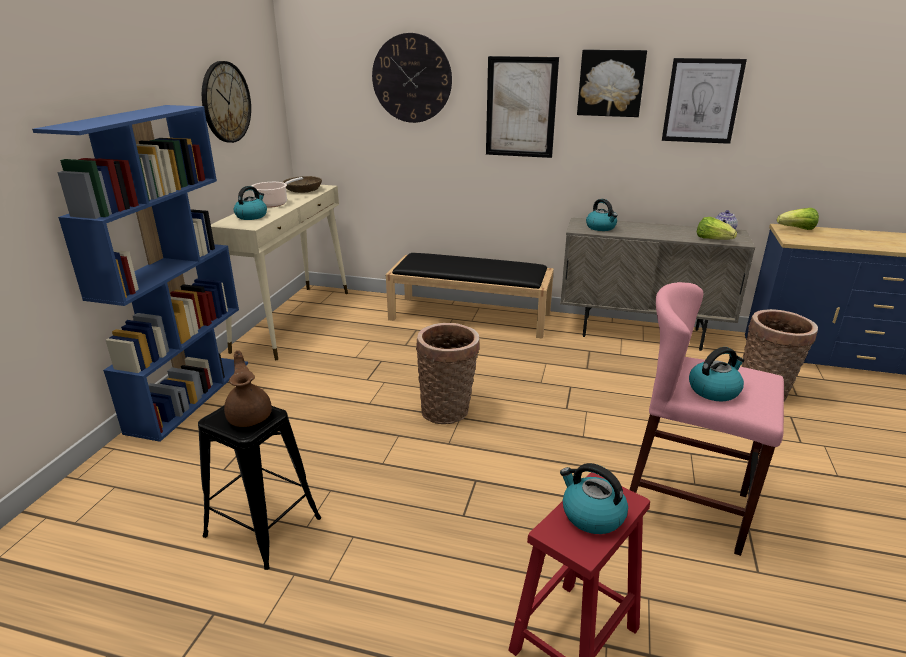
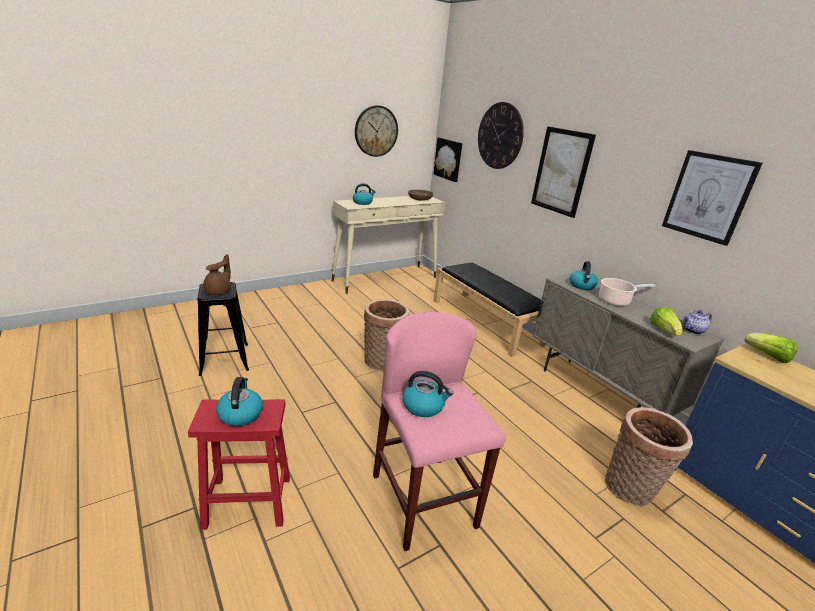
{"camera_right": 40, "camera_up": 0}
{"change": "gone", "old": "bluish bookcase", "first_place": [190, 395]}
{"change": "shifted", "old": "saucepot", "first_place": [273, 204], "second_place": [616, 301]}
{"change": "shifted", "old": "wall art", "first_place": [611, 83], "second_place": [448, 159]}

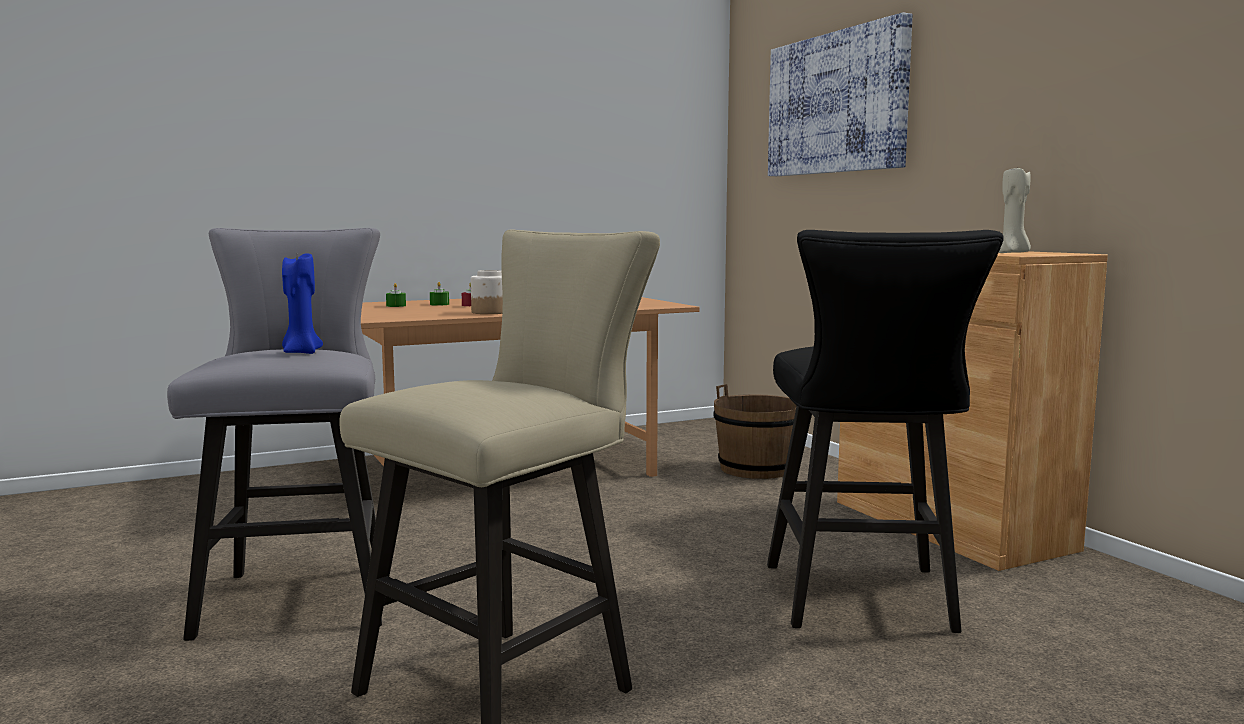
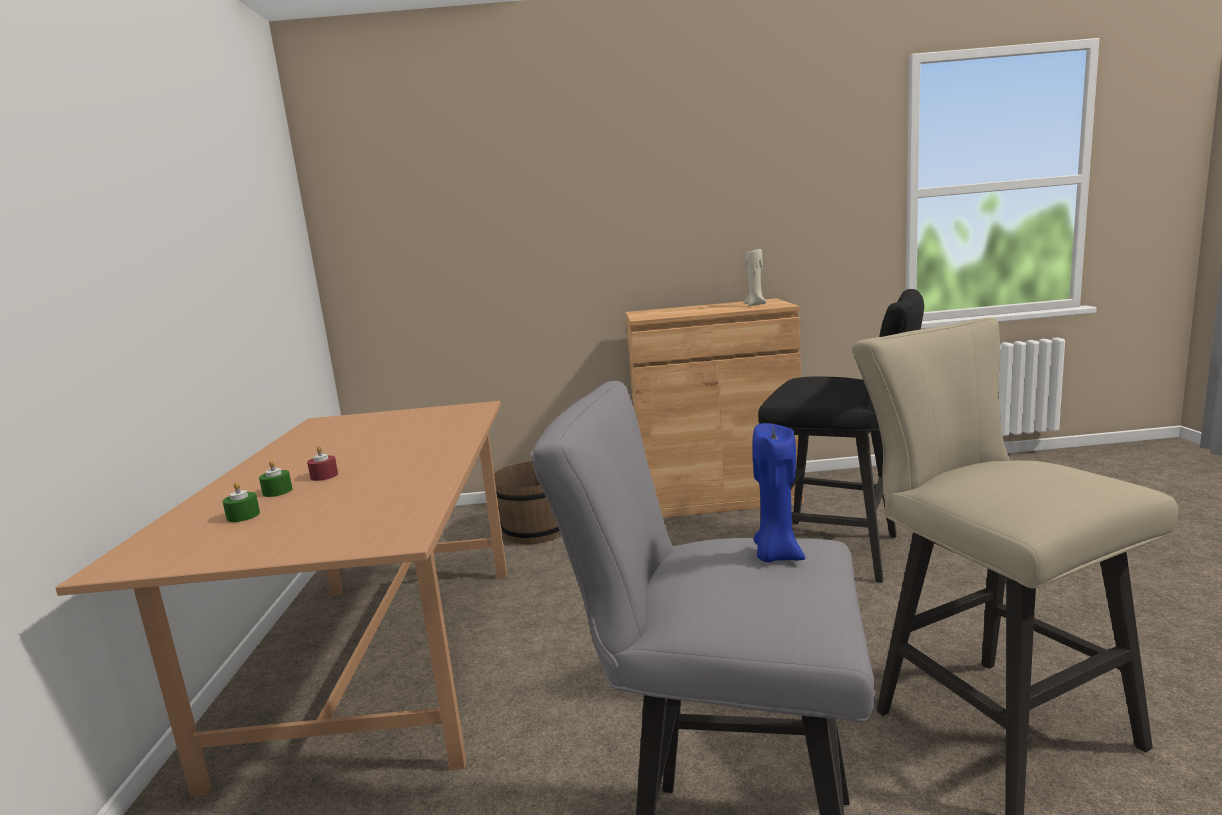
{"camera_right": -65, "camera_up": 5}
{"change": "gone", "old": "jar", "first_place": [490, 312]}
{"change": "gone", "old": "wall art", "first_place": [838, 103]}

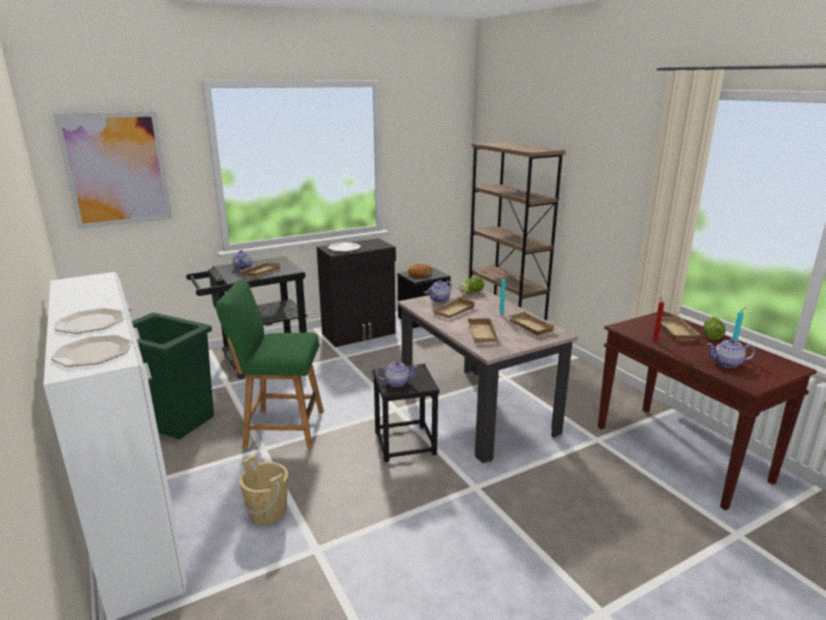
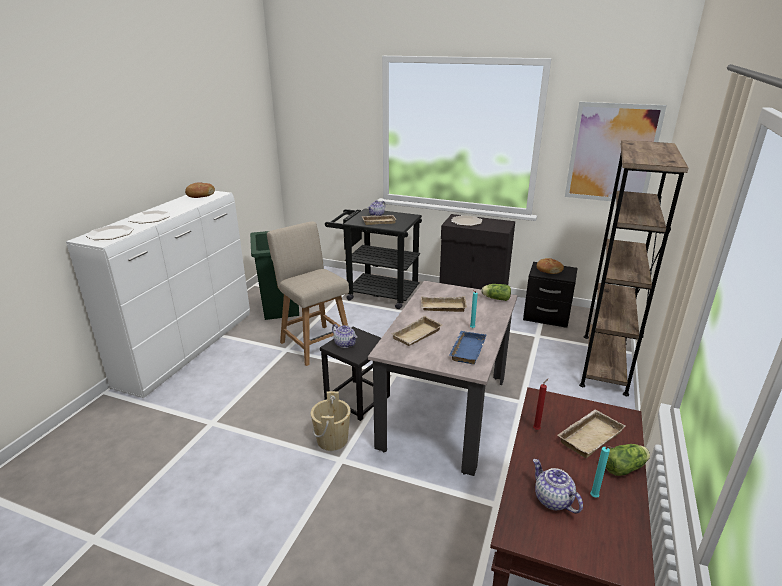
{"camera_right": 50, "camera_up": 5}
{"change": "shifted", "old": "wall art", "first_place": [116, 169], "second_place": [612, 153]}
{"change": "repainted", "old": "green-coloured upright chair", "new": "sand-coloured upright chair", "first_place": [280, 428], "second_place": [314, 343]}
{"change": "shifted", "old": "sand-coloured pail", "first_place": [268, 512], "second_place": [332, 440]}
{"change": "gone", "old": "pot for tea", "first_place": [439, 299]}
{"change": "repainted", "old": "sand-coloured serving tray", "new": "bluish serving tray", "first_place": [528, 326], "second_place": [466, 350]}
{"change": "new", "new": "baked bread", "second_place": [200, 195]}

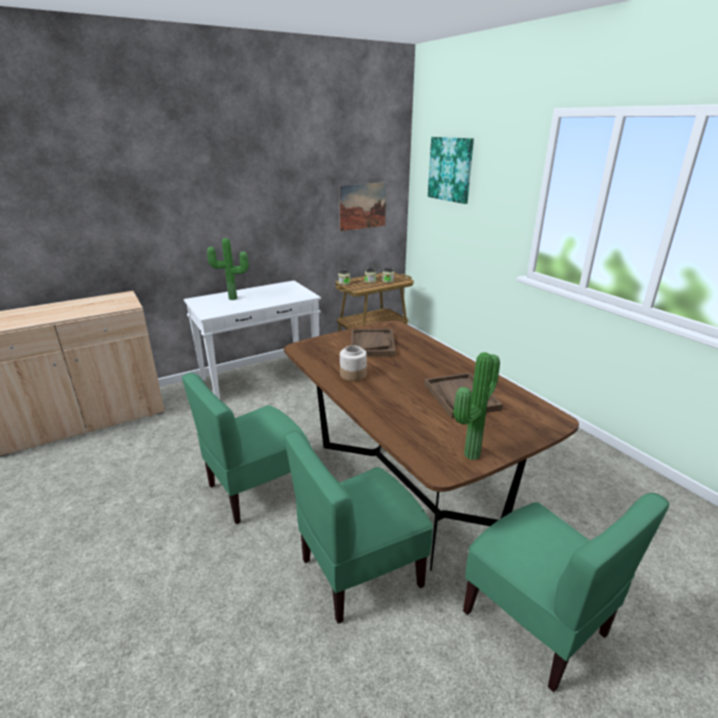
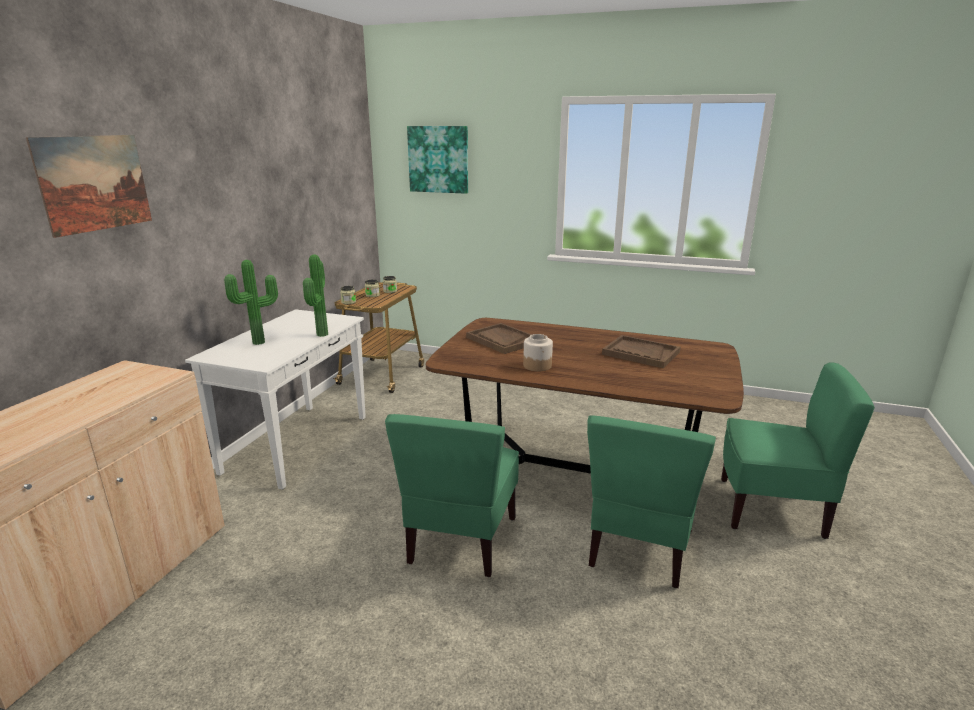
{"camera_right": -40, "camera_up": -5}
{"change": "shifted", "old": "wall art", "first_place": [362, 206], "second_place": [94, 183]}
{"change": "shifted", "old": "plant in a pot", "first_place": [468, 453], "second_place": [320, 334]}

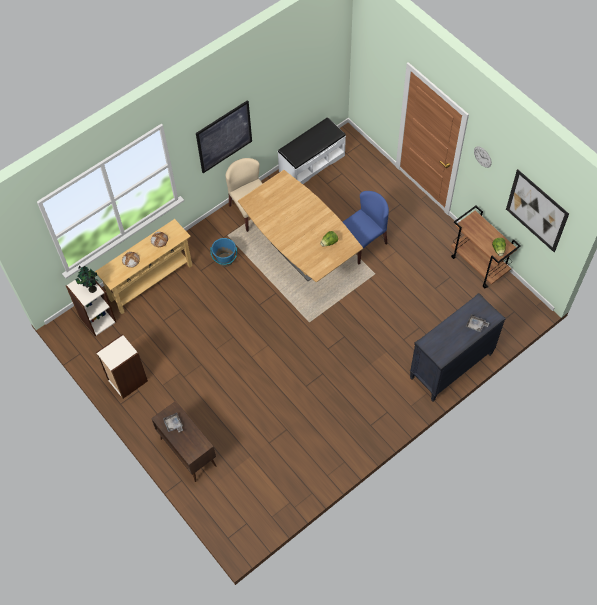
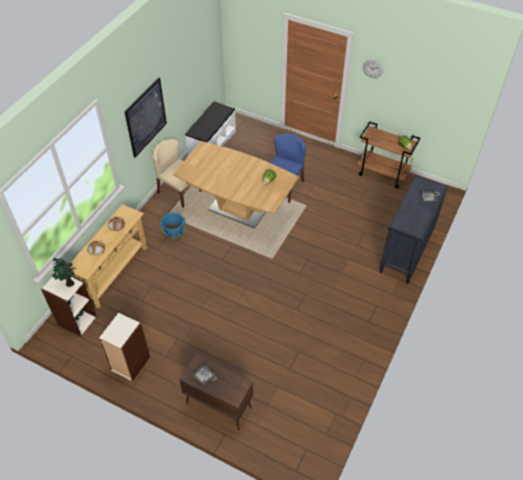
{"camera_right": -25, "camera_up": -10}
{"change": "gone", "old": "wall art", "first_place": [536, 211]}

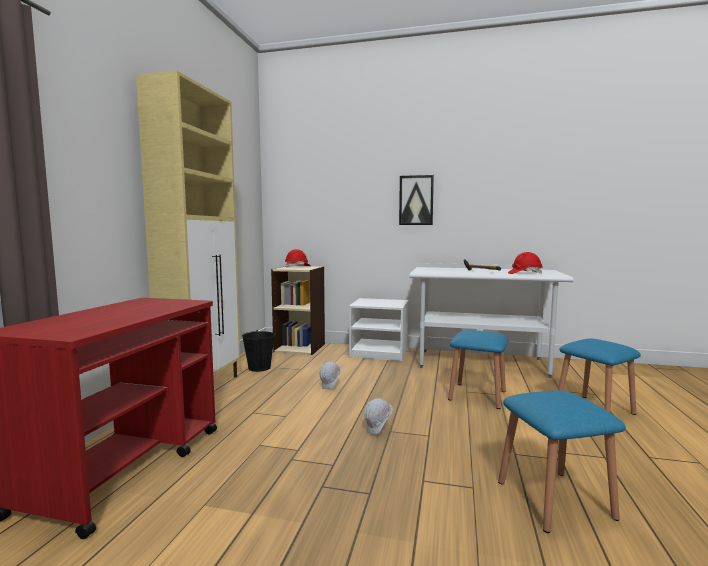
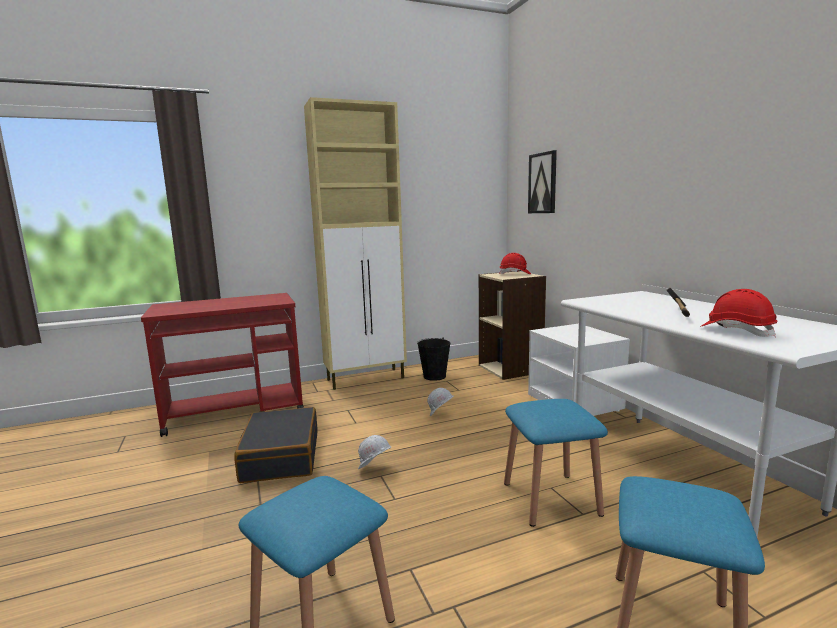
{"camera_right": 55, "camera_up": 5}
{"change": "shifted", "old": "wall art", "first_place": [416, 200], "second_place": [543, 183]}
{"change": "new", "new": "blackish suitcase", "second_place": [280, 456]}

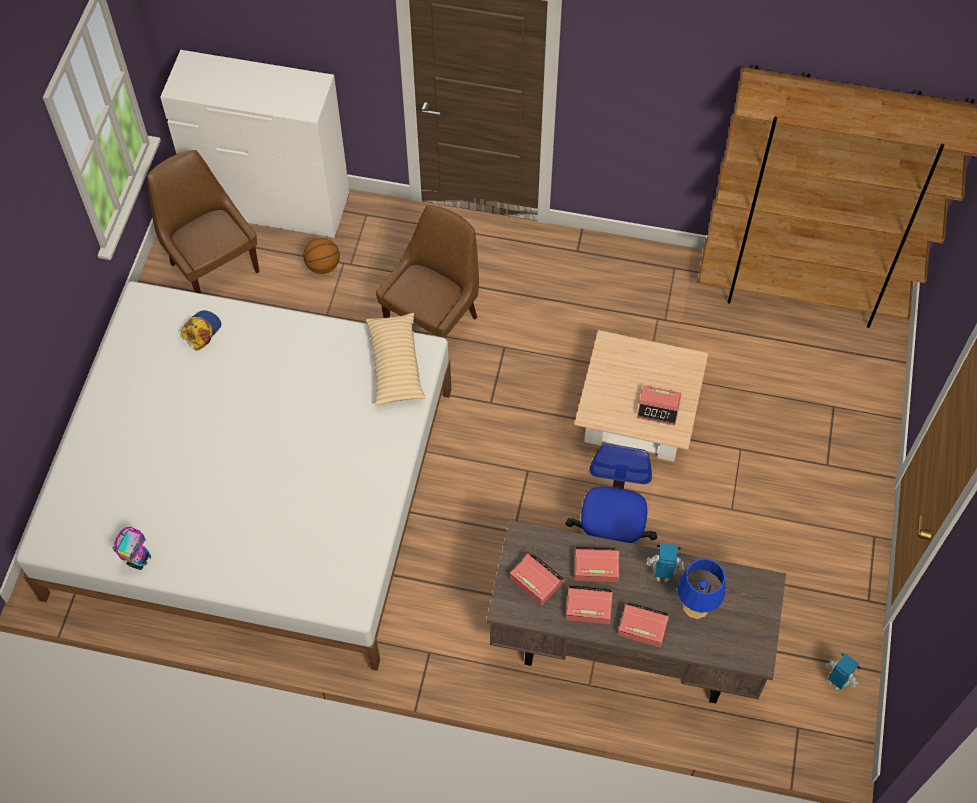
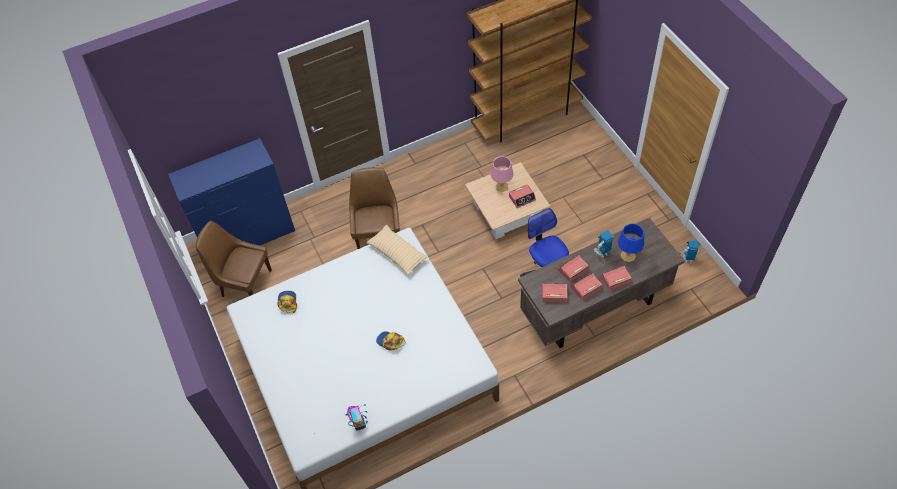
{"camera_right": -35, "camera_up": -5}
{"change": "repainted", "old": "whitish chest of drawers", "new": "bluish chest of drawers", "first_place": [272, 204], "second_place": [248, 236]}
{"change": "gone", "old": "basketball", "first_place": [323, 266]}
{"change": "new", "new": "peaked cap", "second_place": [390, 342]}
{"change": "new", "new": "pink-coloured table lamp", "second_place": [501, 187]}

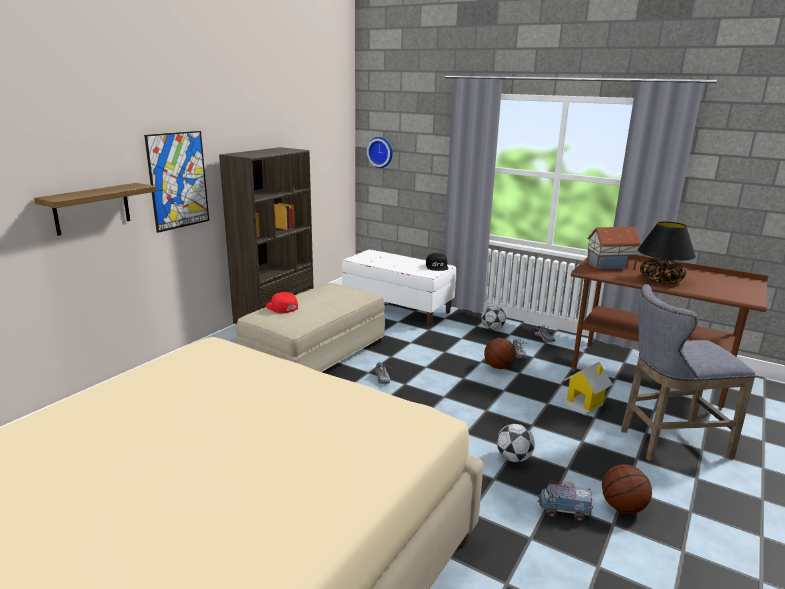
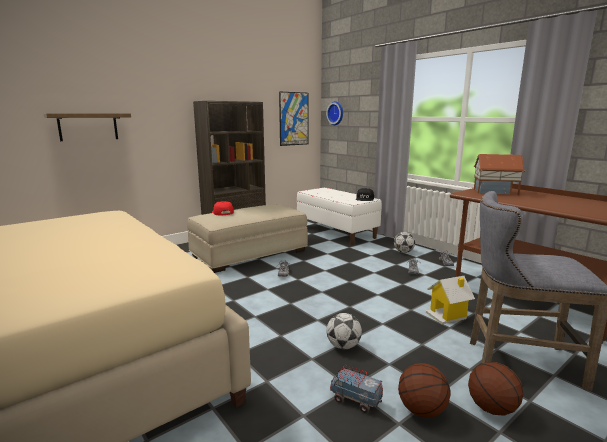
{"camera_right": 20, "camera_up": -5}
{"change": "shifted", "old": "wall art", "first_place": [178, 180], "second_place": [294, 119]}
{"change": "shifted", "old": "basketball", "first_place": [499, 367], "second_place": [492, 408]}
{"change": "gone", "old": "blackish table lamp", "first_place": [661, 280]}

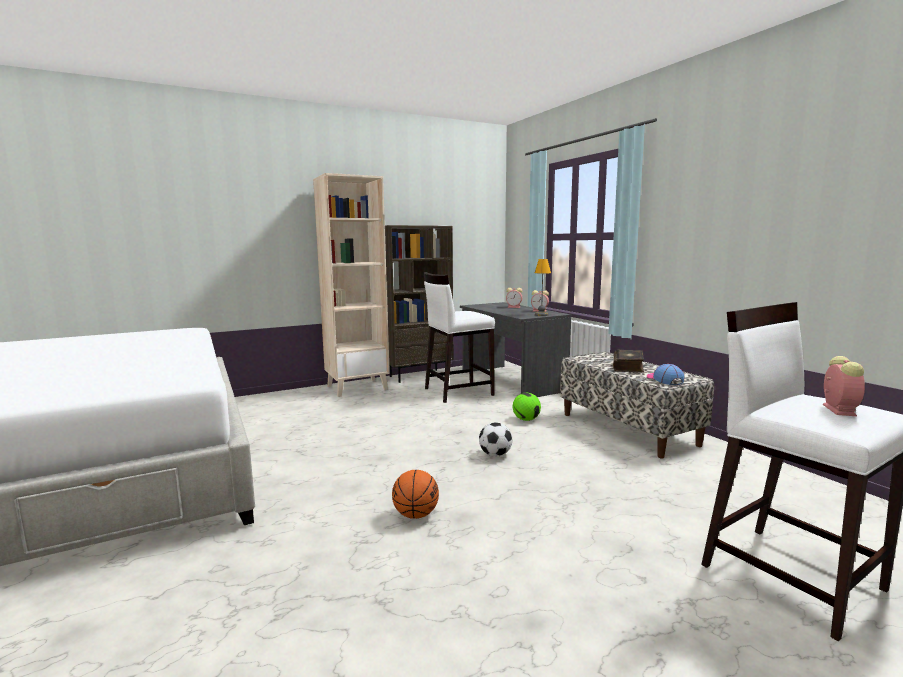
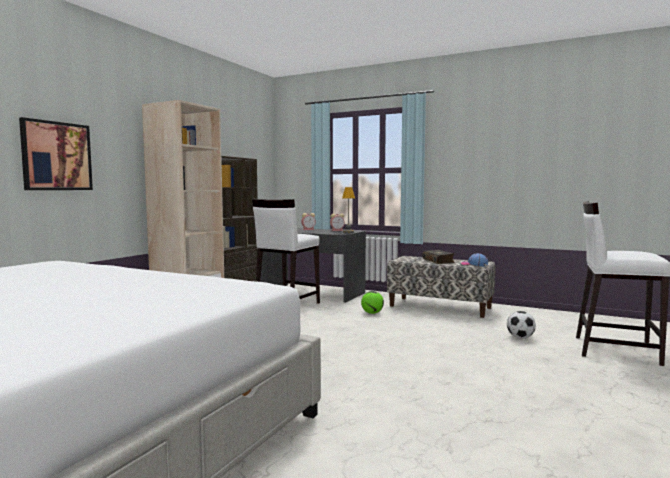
{"camera_right": -35, "camera_up": -5}
{"change": "gone", "old": "basketball", "first_place": [415, 515]}
{"change": "shifted", "old": "ball for football", "first_place": [495, 455], "second_place": [520, 337]}
{"change": "gone", "old": "alarm clock", "first_place": [837, 409]}
{"change": "new", "new": "wall art", "second_place": [56, 156]}

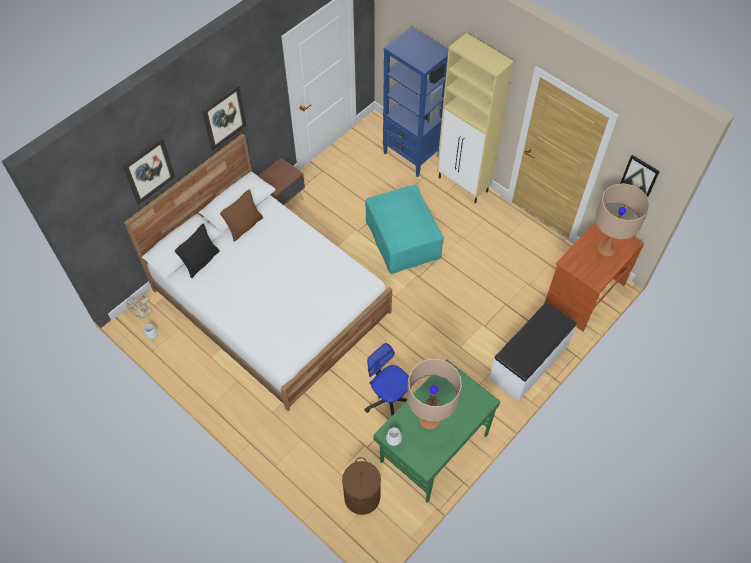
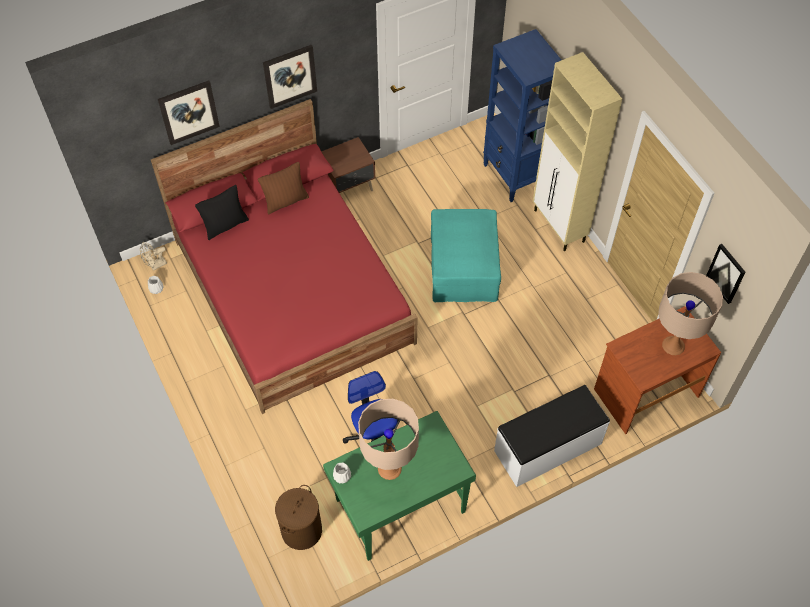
{"camera_right": 20, "camera_up": 0}
{"change": "repainted", "old": "whitish bedroom bed", "new": "red bedroom bed", "first_place": [271, 300], "second_place": [293, 290]}

